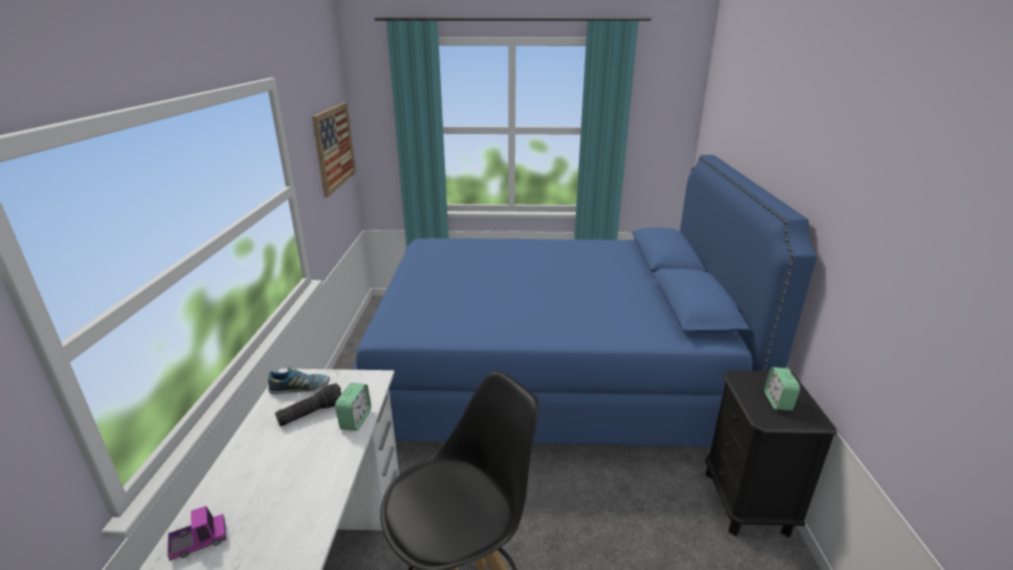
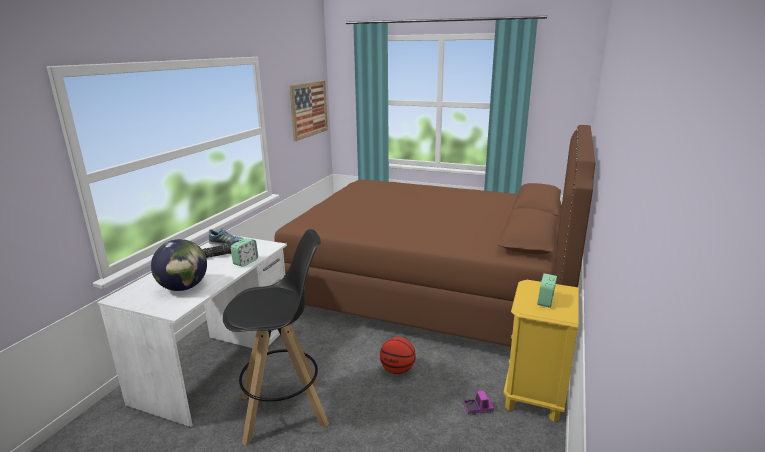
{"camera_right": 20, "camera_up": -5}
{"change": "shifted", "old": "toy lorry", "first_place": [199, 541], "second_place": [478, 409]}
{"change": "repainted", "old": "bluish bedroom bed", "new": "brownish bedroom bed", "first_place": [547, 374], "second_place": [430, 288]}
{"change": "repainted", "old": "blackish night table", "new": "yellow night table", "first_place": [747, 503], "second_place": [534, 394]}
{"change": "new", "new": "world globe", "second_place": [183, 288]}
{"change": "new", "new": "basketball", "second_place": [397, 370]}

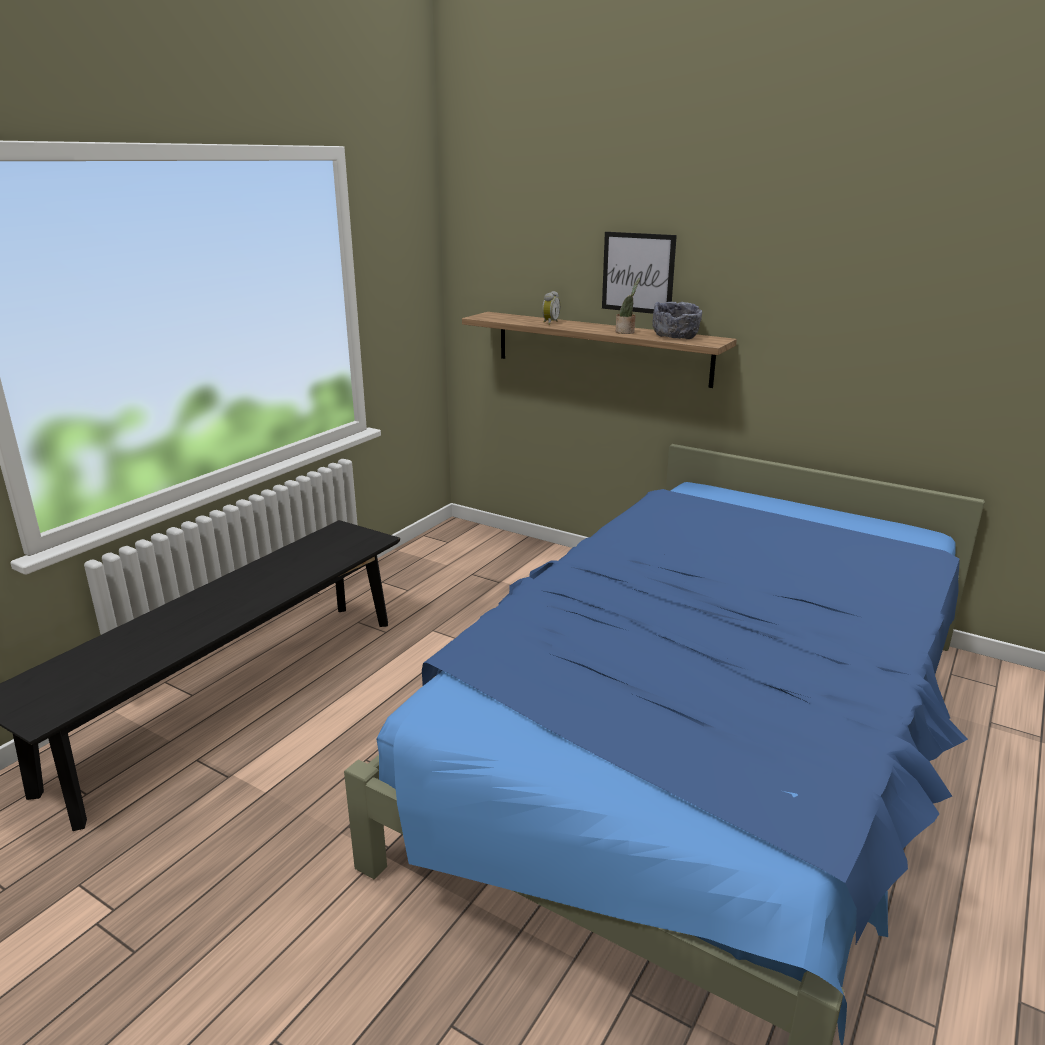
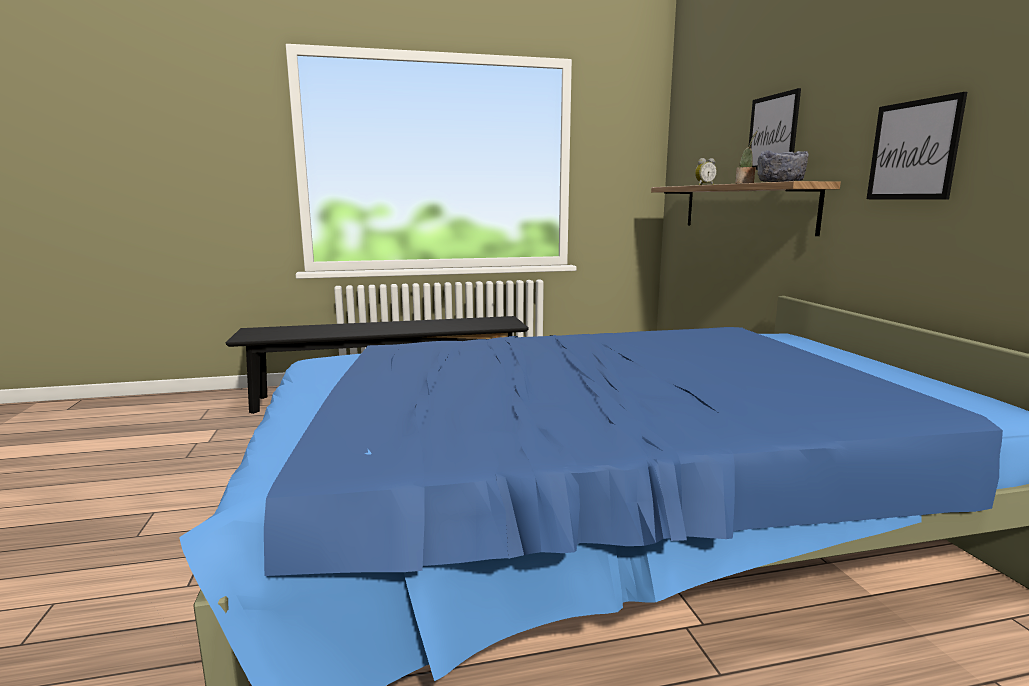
{"camera_right": 45, "camera_up": -10}
{"change": "new", "new": "wall art", "second_place": [913, 150]}

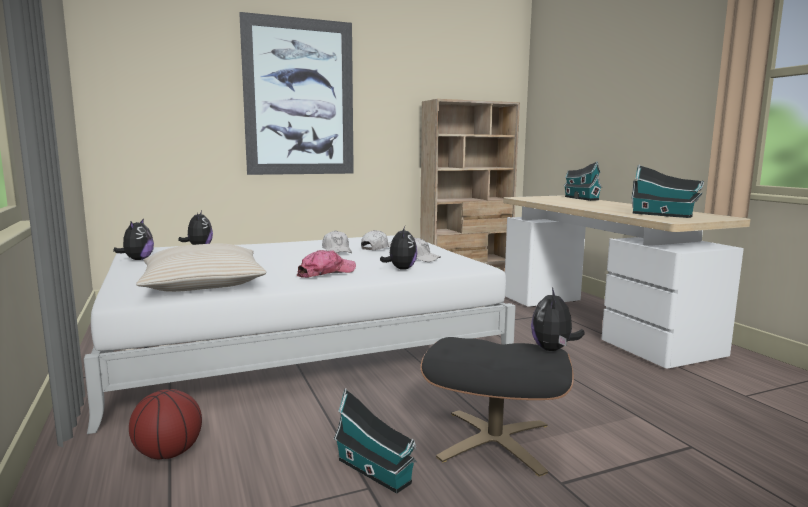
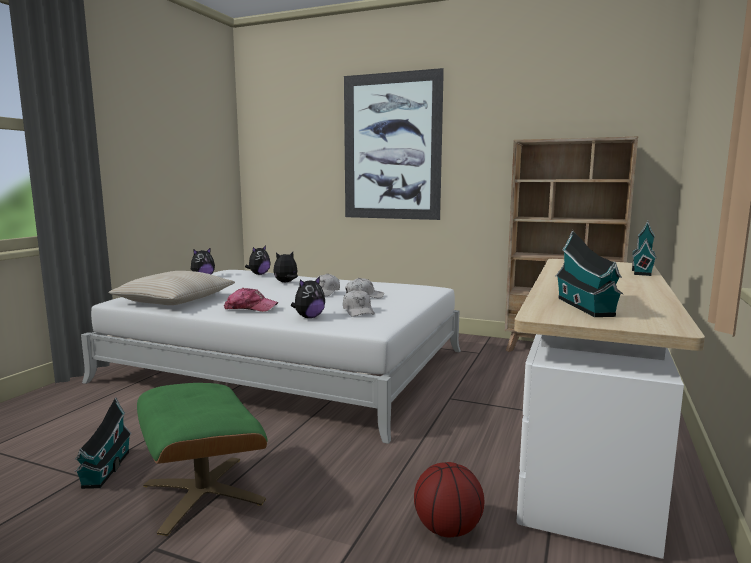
{"camera_right": 45, "camera_up": 0}
{"change": "shifted", "old": "basketball", "first_place": [168, 454], "second_place": [447, 529]}
{"change": "repainted", "old": "blackish ottoman", "new": "green-coloured ottoman", "first_place": [494, 441], "second_place": [202, 493]}
{"change": "shifted", "old": "cuddly toy", "first_place": [553, 349], "second_place": [286, 282]}

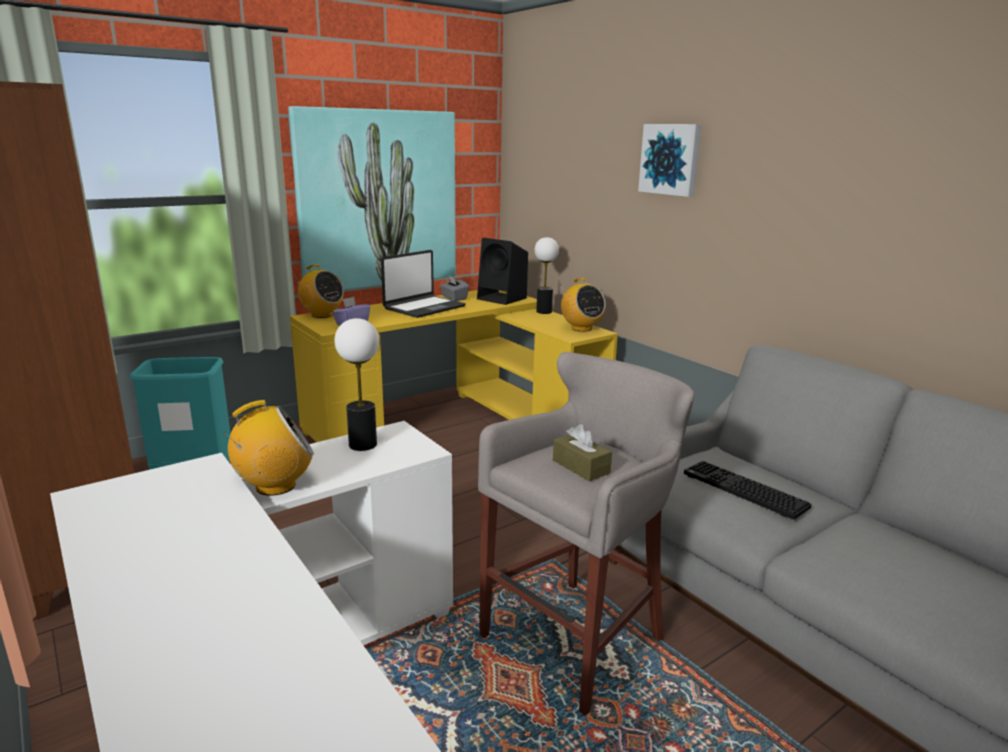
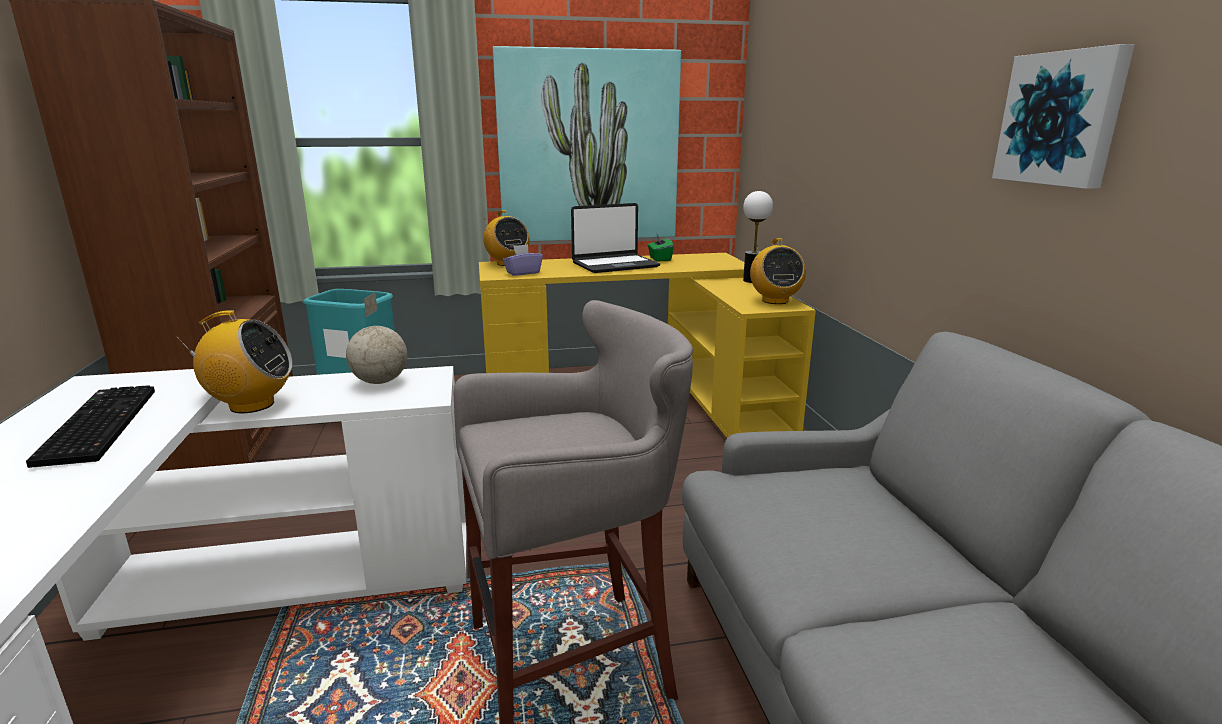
{"camera_right": 25, "camera_up": 0}
{"change": "swapped", "old": "table lamp", "new": "world globe", "first_place": [363, 444], "second_place": [381, 381]}
{"change": "repainted", "old": "greyish tissue holder", "new": "green-coloured tissue holder", "first_place": [454, 298], "second_place": [659, 259]}
{"change": "gone", "old": "blackish speaker", "first_place": [503, 299]}
{"change": "gone", "old": "brownish tissue holder", "first_place": [581, 467]}
{"change": "shifted", "old": "wall art", "first_place": [671, 159], "second_place": [1061, 119]}
{"change": "shifted", "old": "PC keyboard", "first_place": [742, 491], "second_place": [96, 425]}

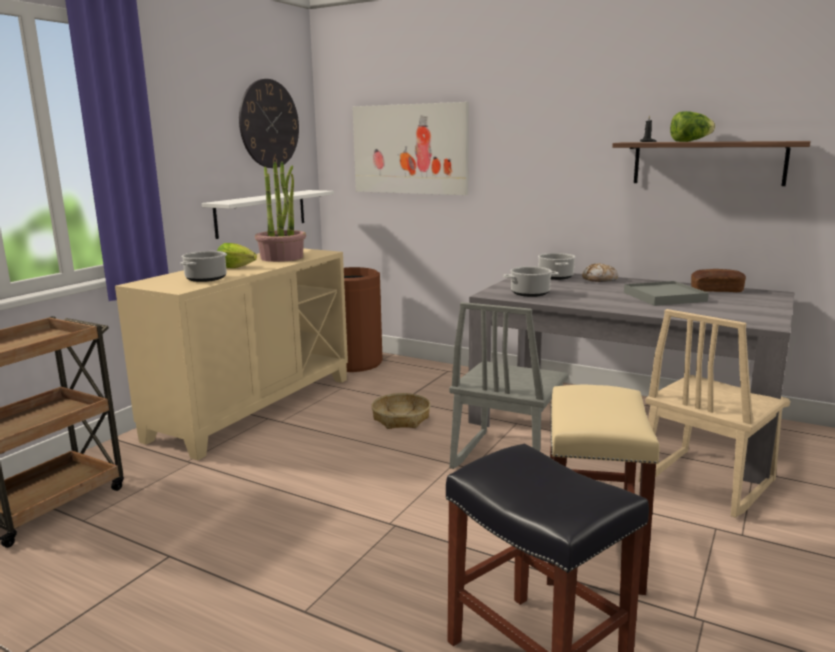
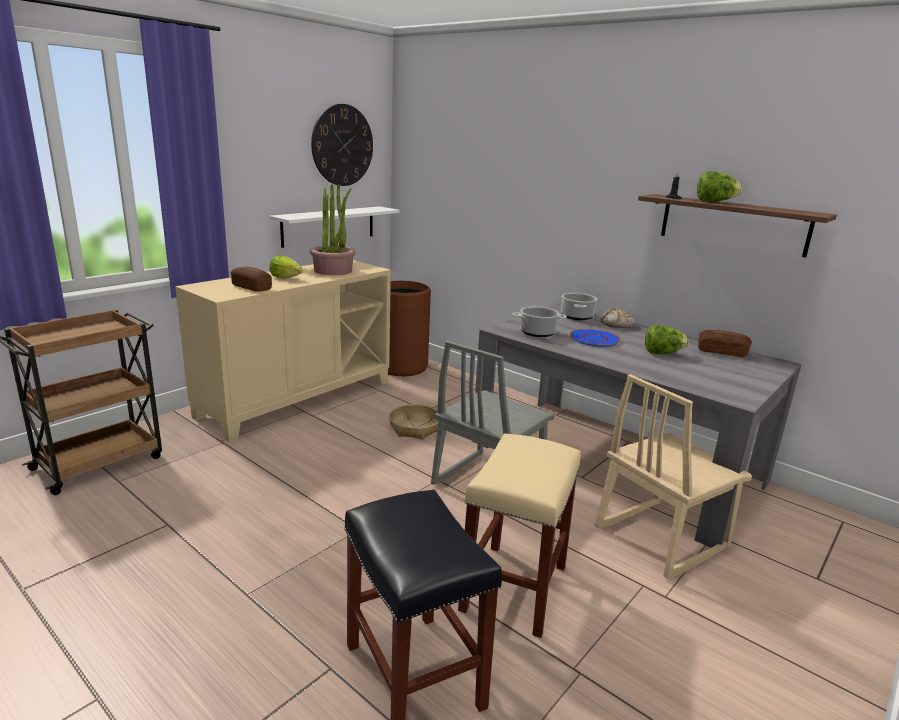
{"camera_right": 10, "camera_up": 5}
{"change": "swapped", "old": "saucepot", "new": "baked bread", "first_place": [206, 279], "second_place": [251, 287]}
{"change": "gone", "old": "wall art", "first_place": [410, 149]}
{"change": "swapped", "old": "greyish serving tray", "new": "lettuce", "first_place": [664, 297], "second_place": [662, 353]}
{"change": "new", "new": "bluish plate", "second_place": [594, 339]}

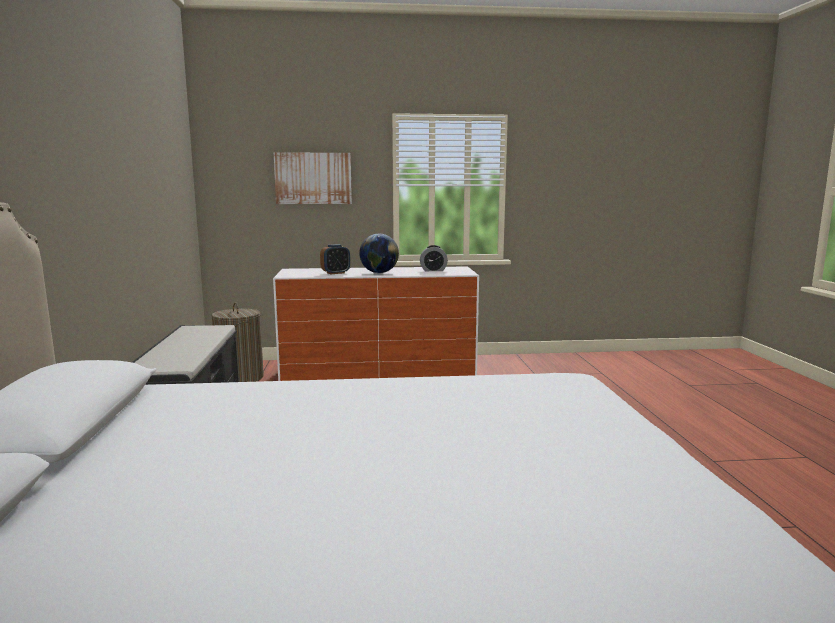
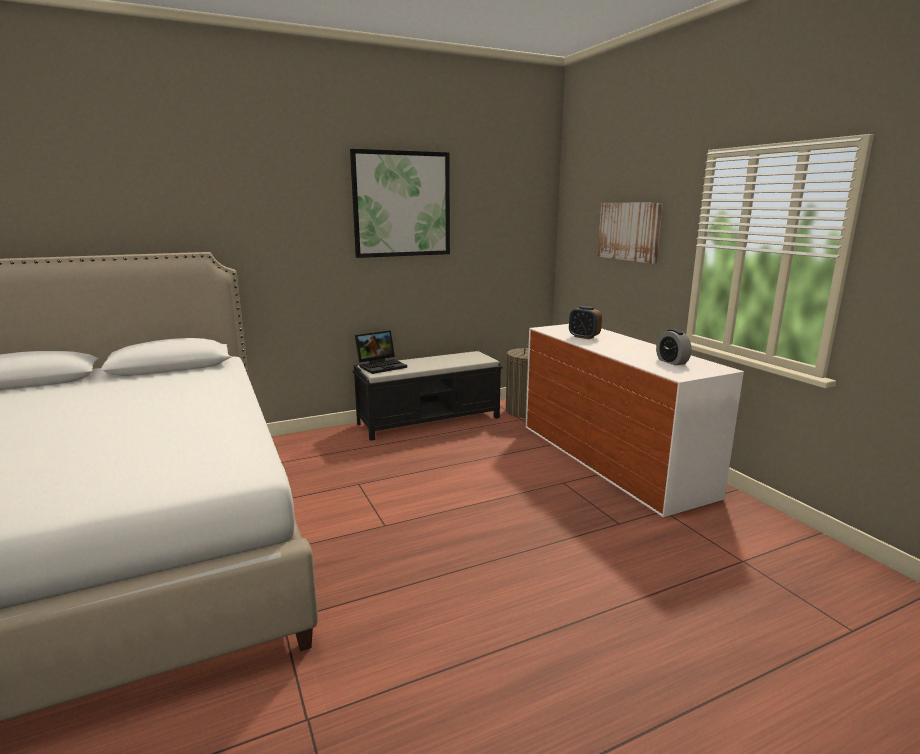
{"camera_right": 70, "camera_up": 5}
{"change": "gone", "old": "world globe", "first_place": [379, 273]}
{"change": "new", "new": "wall art", "second_place": [402, 204]}
{"change": "new", "new": "portable computer", "second_place": [382, 366]}

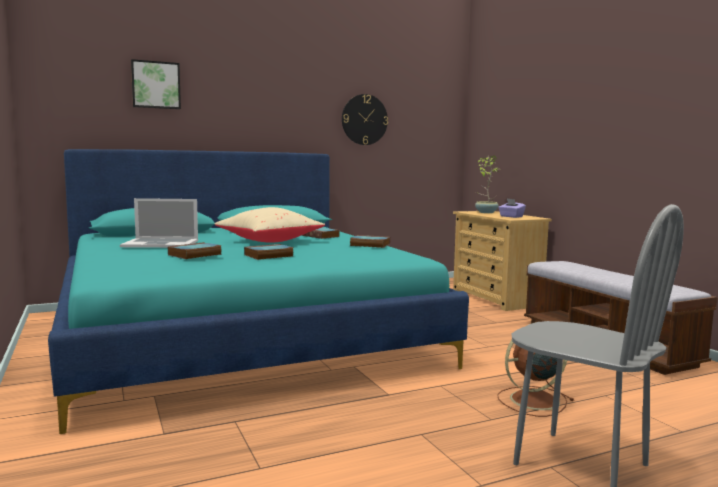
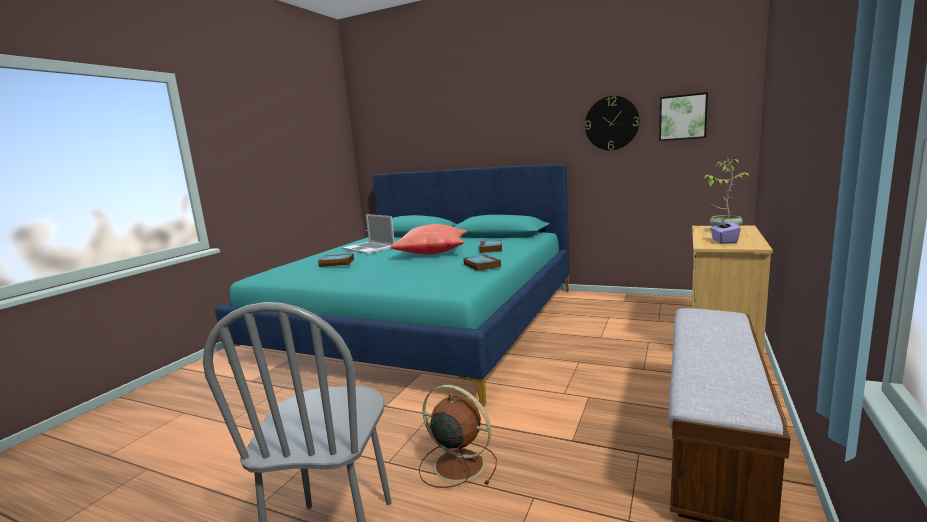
{"camera_right": 50, "camera_up": 5}
{"change": "shifted", "old": "wall art", "first_place": [156, 85], "second_place": [682, 117]}
{"change": "repainted", "old": "sand-coloured pillow", "new": "red pillow", "first_place": [269, 241], "second_place": [432, 252]}
{"change": "gone", "old": "volume", "first_place": [268, 255]}

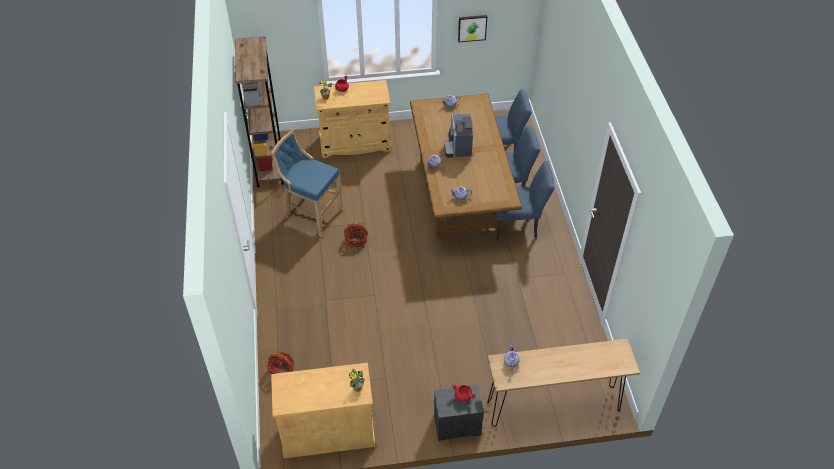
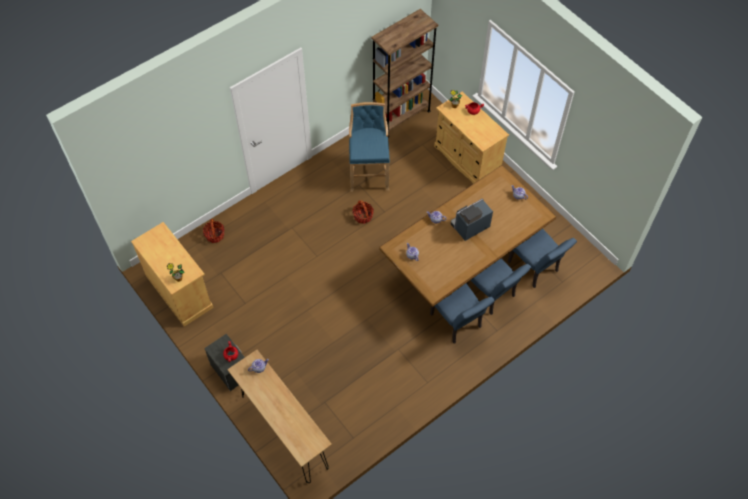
{"camera_right": 60, "camera_up": 10}
{"change": "gone", "old": "wall art", "first_place": [472, 27]}

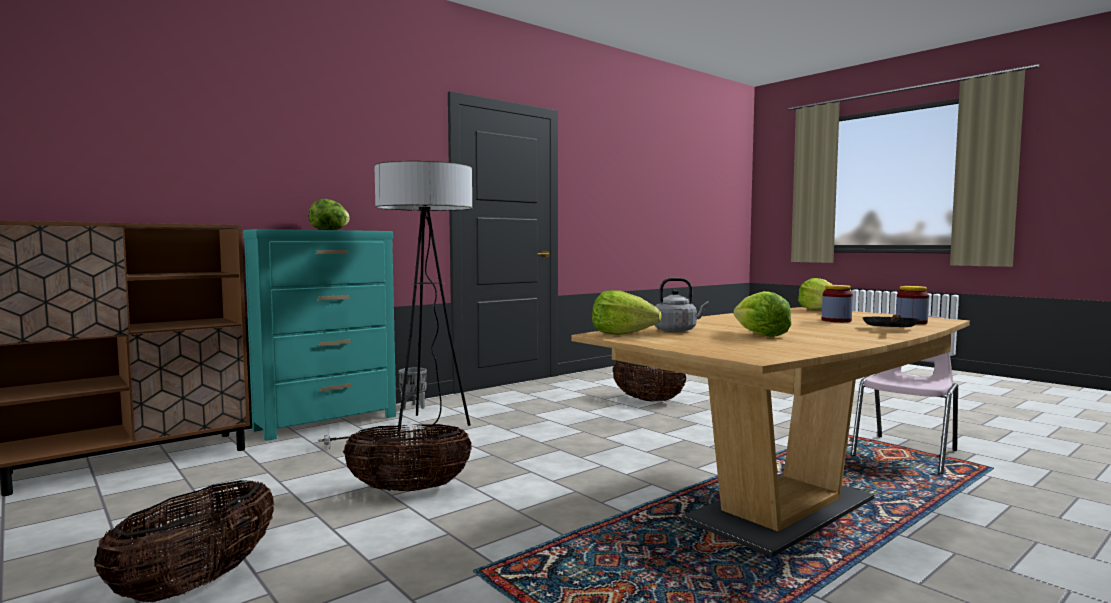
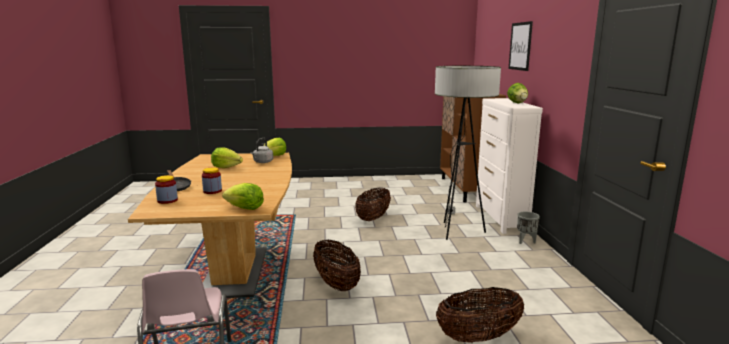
{"camera_right": 125, "camera_up": 10}
{"change": "shifted", "old": "household basket", "first_place": [196, 583], "second_place": [336, 284]}
{"change": "repainted", "old": "blue-green chest of drawers", "new": "whitish chest of drawers", "first_place": [328, 423], "second_place": [500, 218]}
{"change": "new", "new": "wall art", "second_place": [520, 46]}

